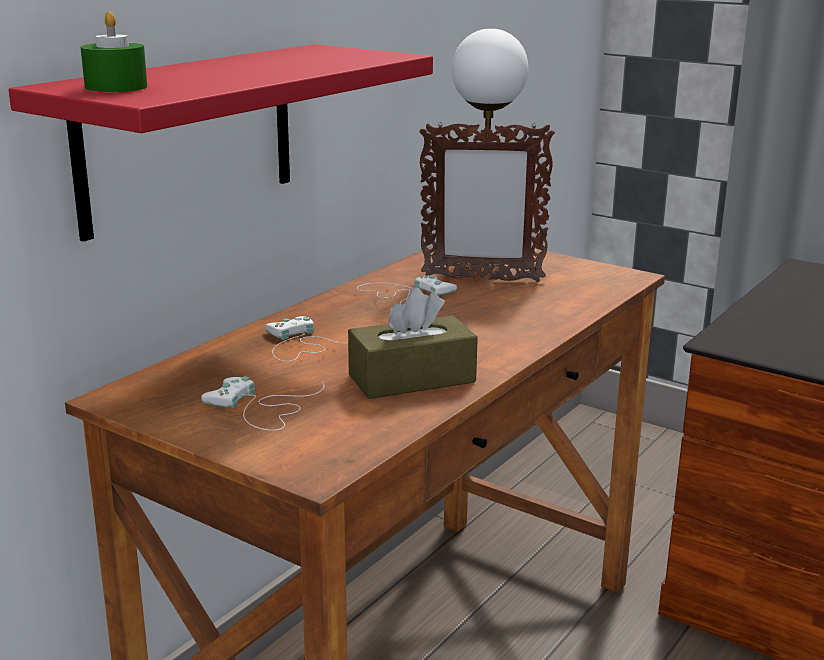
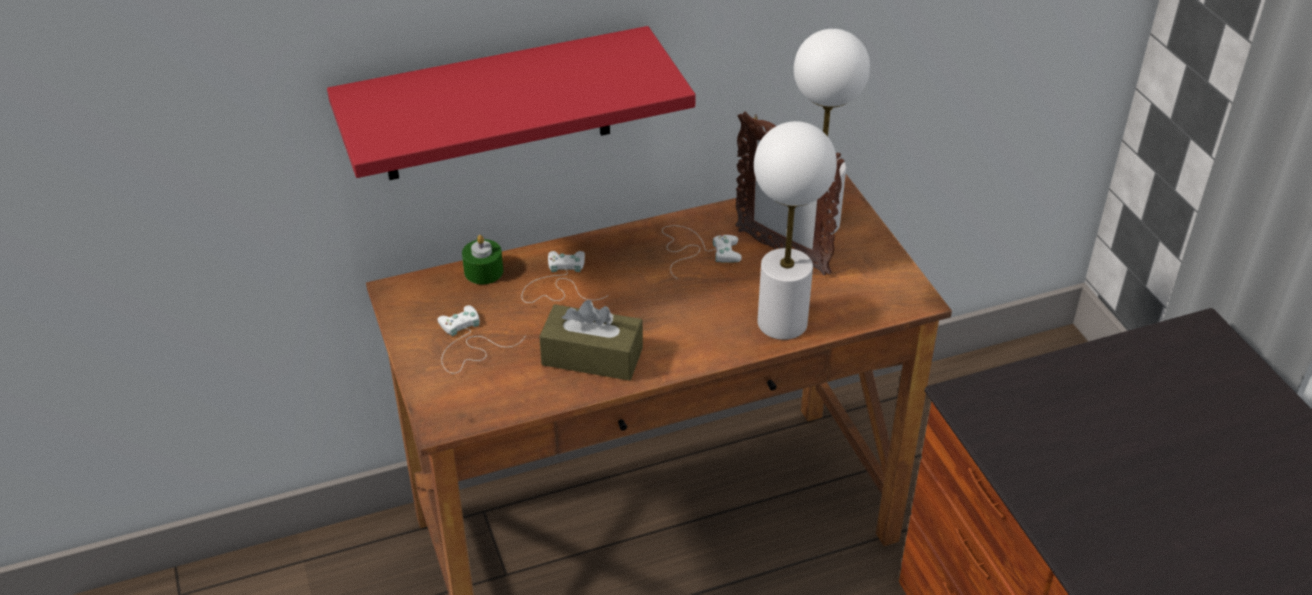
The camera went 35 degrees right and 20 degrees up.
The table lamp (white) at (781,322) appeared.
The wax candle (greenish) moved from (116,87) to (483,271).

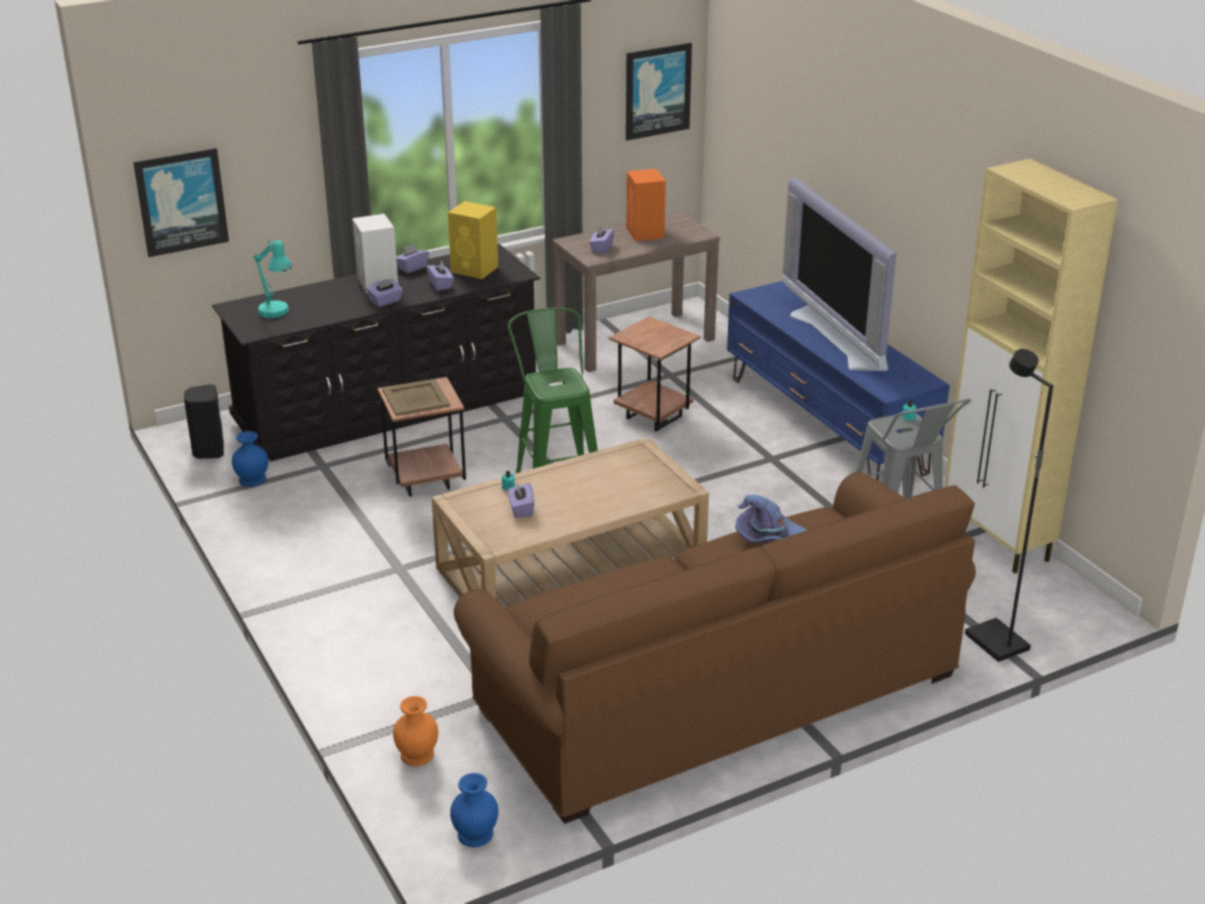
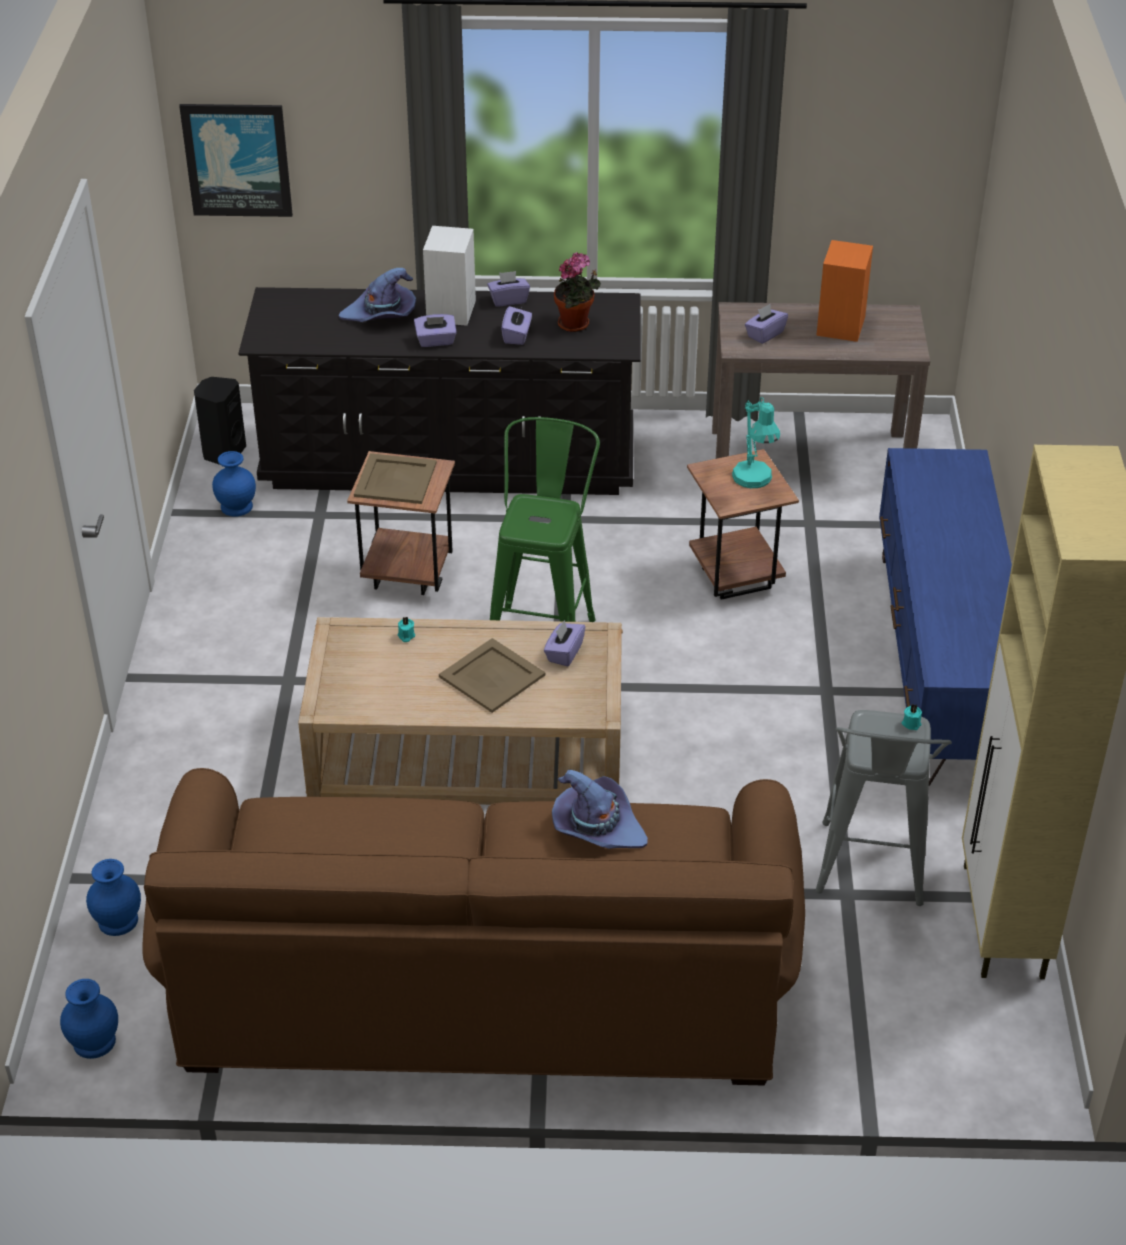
The camera went 30 degrees right and 10 degrees up.
The picture at (657,91) disappeared.
The television at (840,338) disappeared.
The standing lamp (blackish) at (995,642) disappeared.
The clothing hat (purplish) at (381,314) appeared.
The carrying tray (beige-coloured) at (493,676) appeared.
The table lamp (turquoise) moved from (277,313) to (754,482).
The tissue box (purplish) moved from (521,509) to (564,653).
The audio speaker (yellowish) at (475,269) was replaced by the potted plant at (576,325).
The vase (orangey) at (416,755) became the vase (bluish) at (117,921).

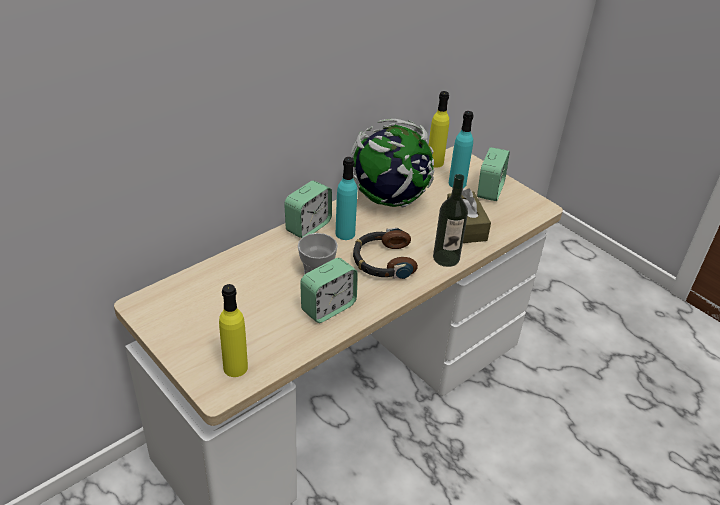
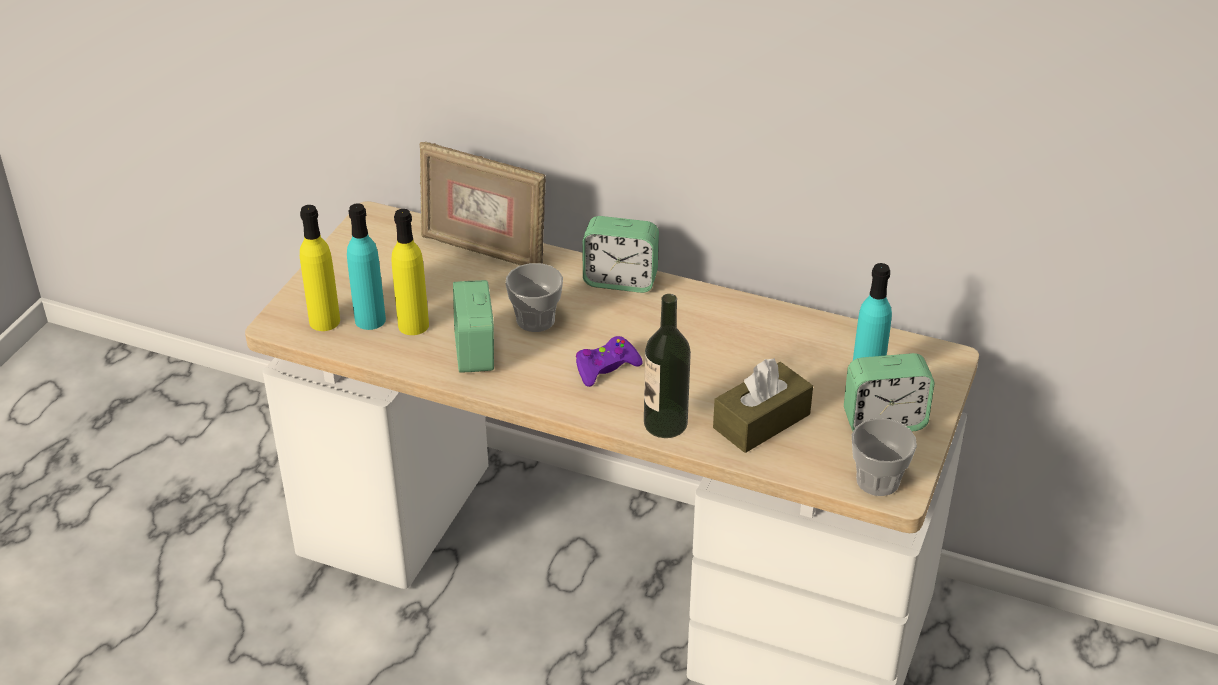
The camera went 65 degrees right and 0 degrees up.
The globe at (389,199) disappeared.
The picture frame at (483,250) appeared.
The drinking cup at (877,481) appeared.
The beverage bottle (turquoise) moved from (345,233) to (370,320).
The beverage bottle (yellowish) moved from (435,162) to (413,325).
The headphones at (383,261) was replaced by the gamepad (purplish) at (606,367).
The bedside clock at (328,308) turned 60 degrees clockwise.

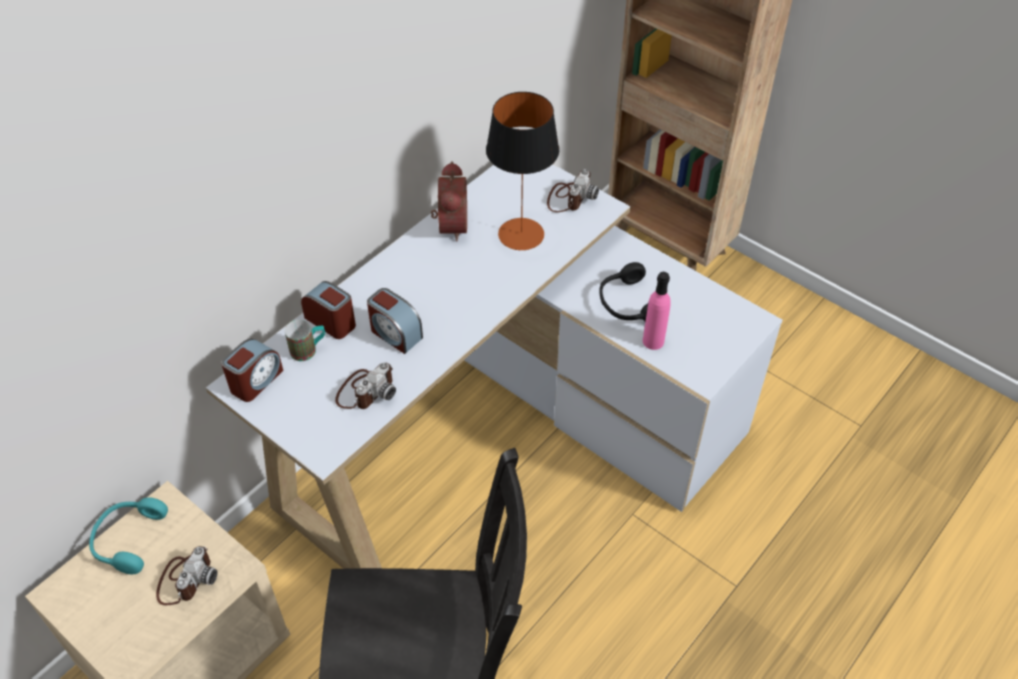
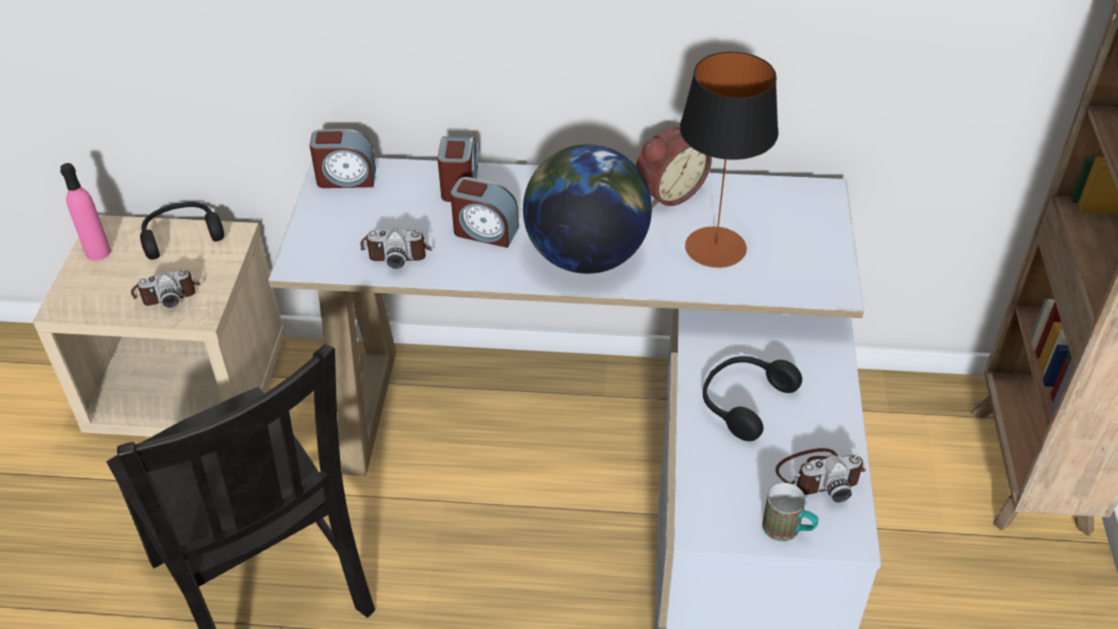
The camera went 55 degrees right and 5 degrees down.
The globe at (586,256) appeared.
The coffee mug moved from (309,350) to (788,531).
The photo camera moved from (569,197) to (819,475).
The beverage bottle (pink-coloured) moved from (653,341) to (98,252).
The headphones (turquoise) at (128,539) became the headphones (blackish) at (181,236).
The bedside clock at (395,334) turned 75 degrees counterclockwise.

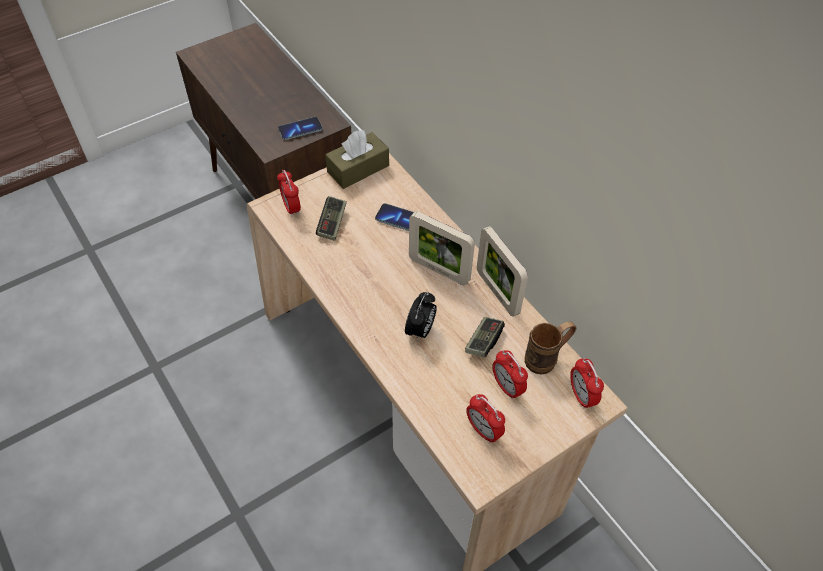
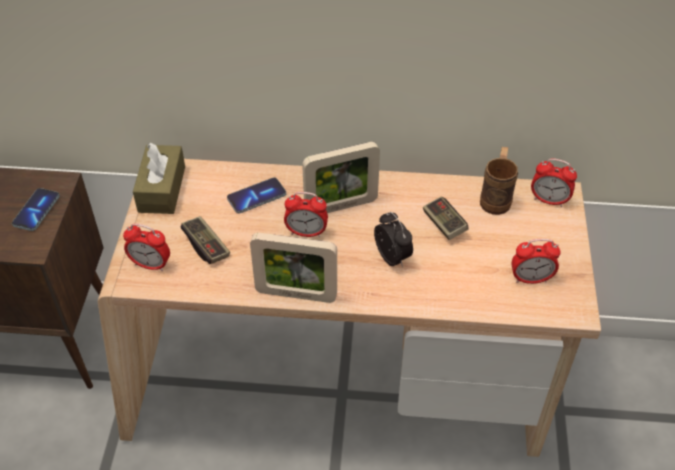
The camera went 50 degrees left and 5 degrees down.
The picture frame moved from (497,292) to (296,294).
The bedside clock moved from (507,387) to (306,232).

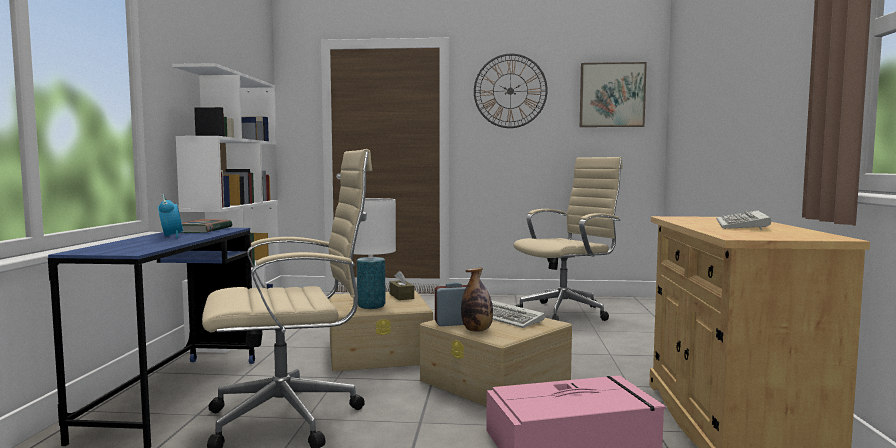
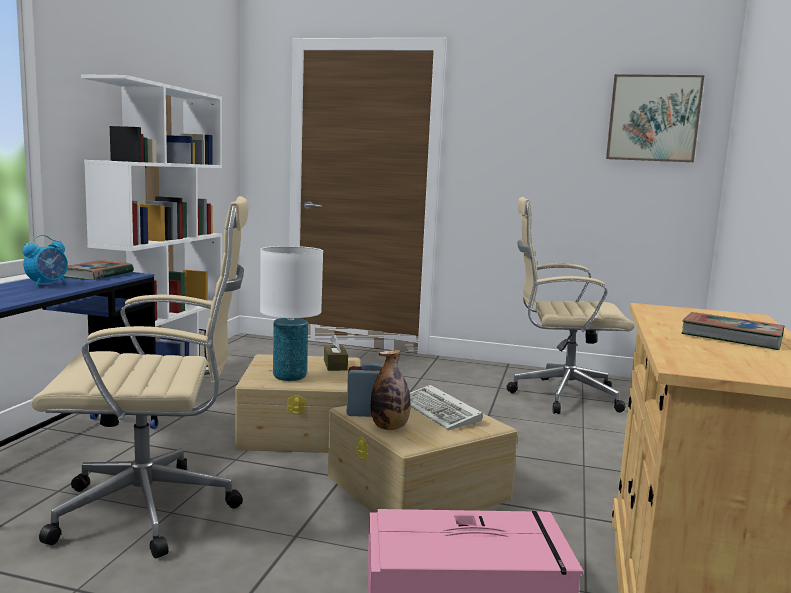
The camera went 10 degrees right and 5 degrees up.
The clock on the wall at (510,91) disappeared.
The keyboard at (743,225) was replaced by the volume at (731,337).
The bedside clock at (171,236) turned 45 degrees clockwise.
The computer chair (beige-coloured) at (566,312) turned 150 degrees counterclockwise.

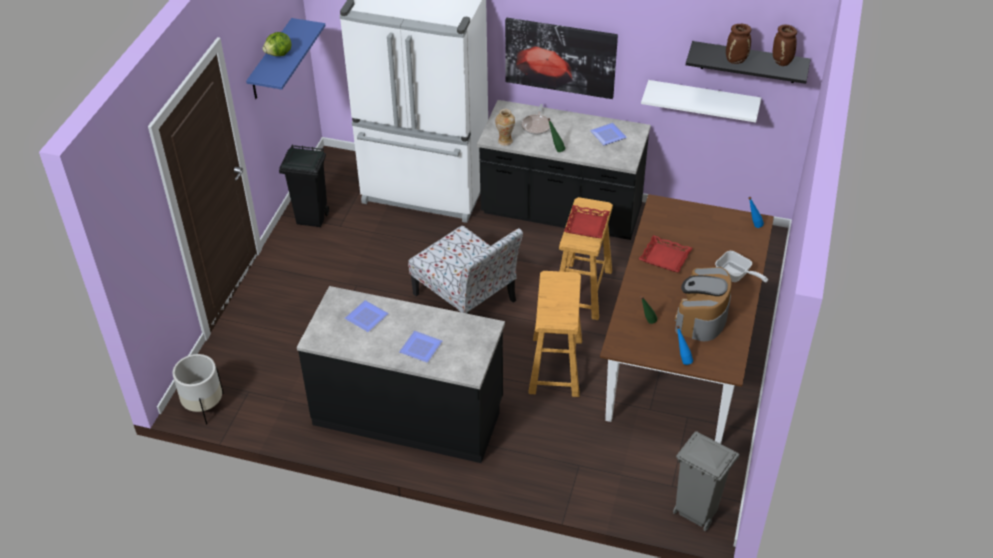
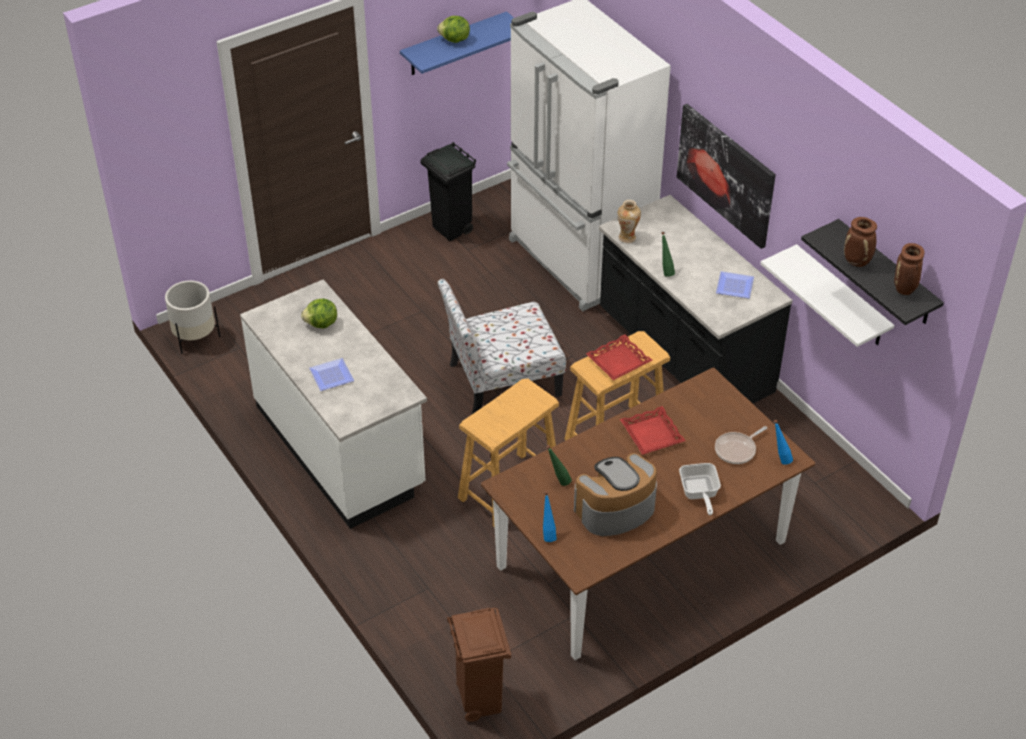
The camera went 40 degrees right and 0 degrees up.
The pan moved from (536,125) to (737,450).
The dinner plate at (368,317) was replaced by the lettuce head at (321,324).
The kitchen base unit (blackish) at (409,412) became the kitchen base unit (white) at (341,447).
The trash can (gray) at (695,513) became the trash can (brown-coloured) at (479,700).
The chair at (466,299) turned 75 degrees clockwise.

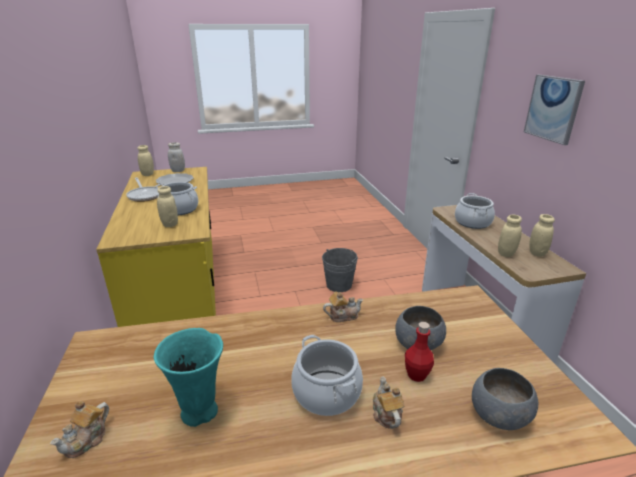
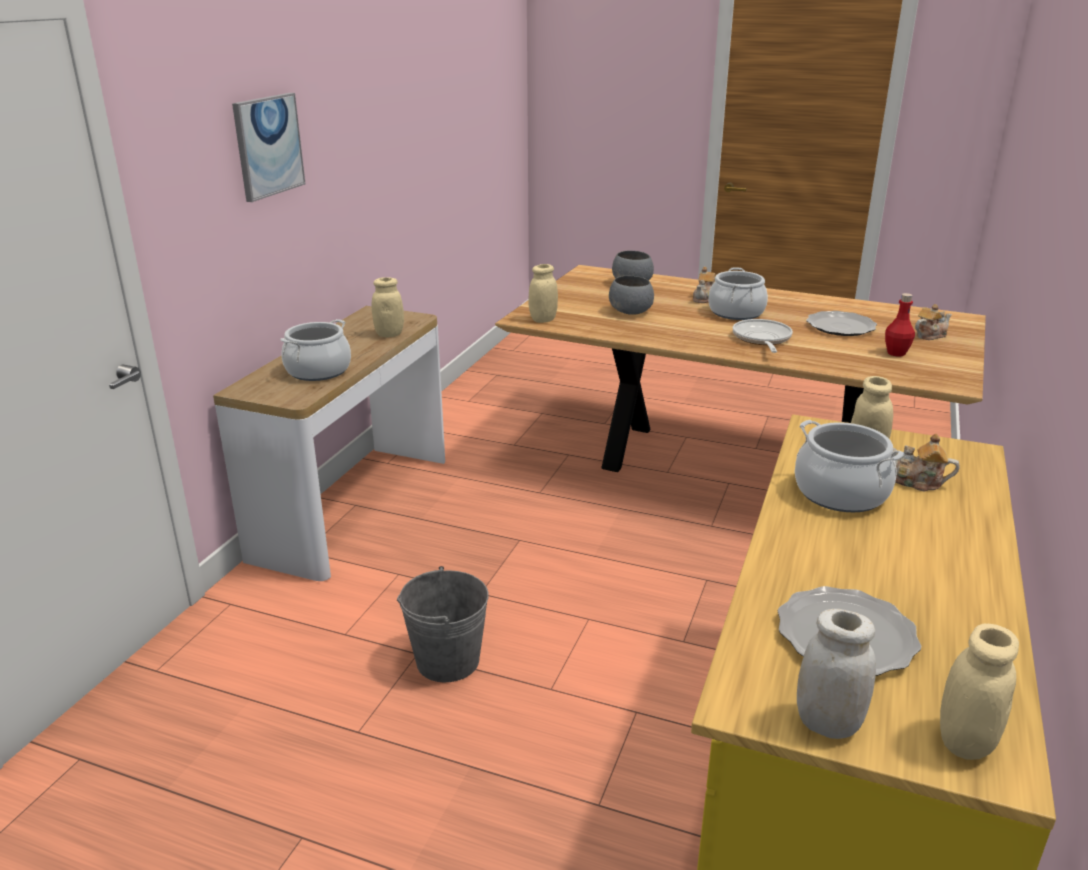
The camera went 145 degrees left and 0 degrees up.
The pan moved from (145,195) to (761,339).
The teapot moved from (342,315) to (917,482).
The beverage bottle (red-coloured) moved from (416,375) to (896,353).
The storage jar (beige-coloured) moved from (537,253) to (543,320).
The vase (turquoise) at (201,412) was replaced by the dinner plate at (840,326).

